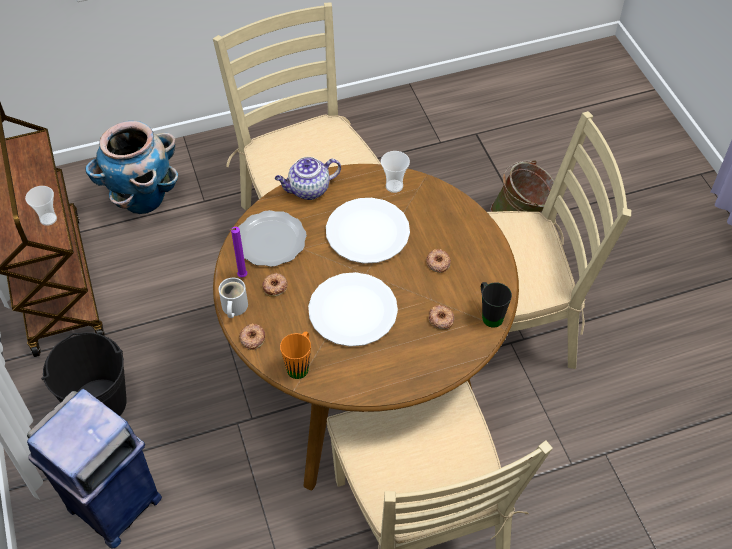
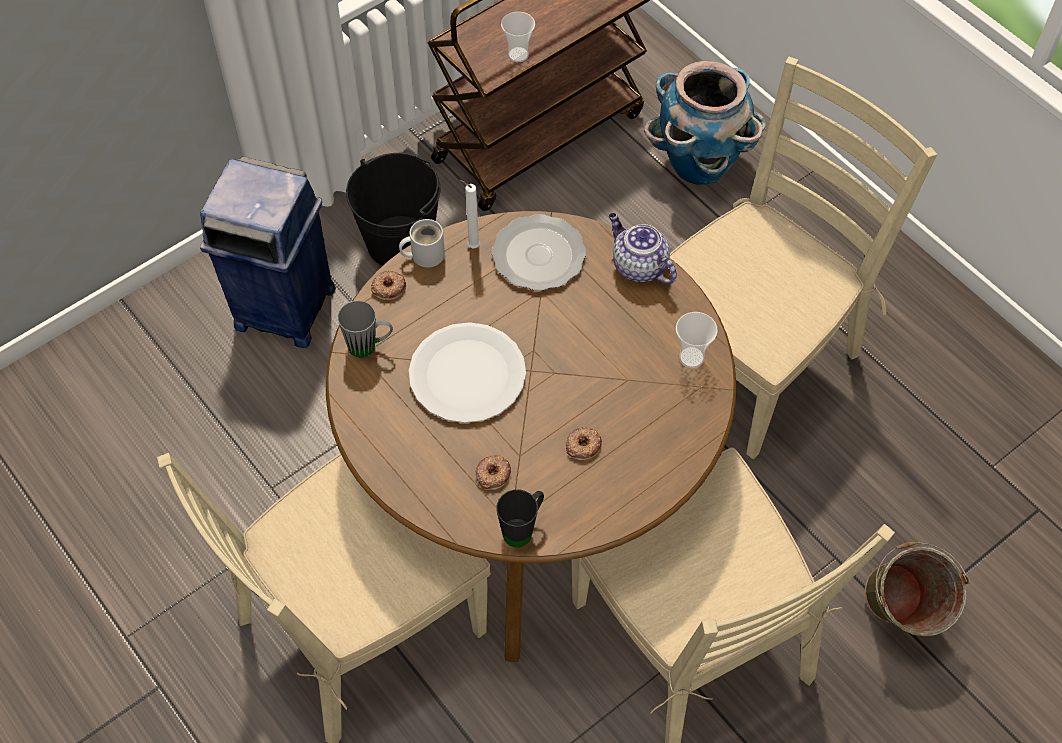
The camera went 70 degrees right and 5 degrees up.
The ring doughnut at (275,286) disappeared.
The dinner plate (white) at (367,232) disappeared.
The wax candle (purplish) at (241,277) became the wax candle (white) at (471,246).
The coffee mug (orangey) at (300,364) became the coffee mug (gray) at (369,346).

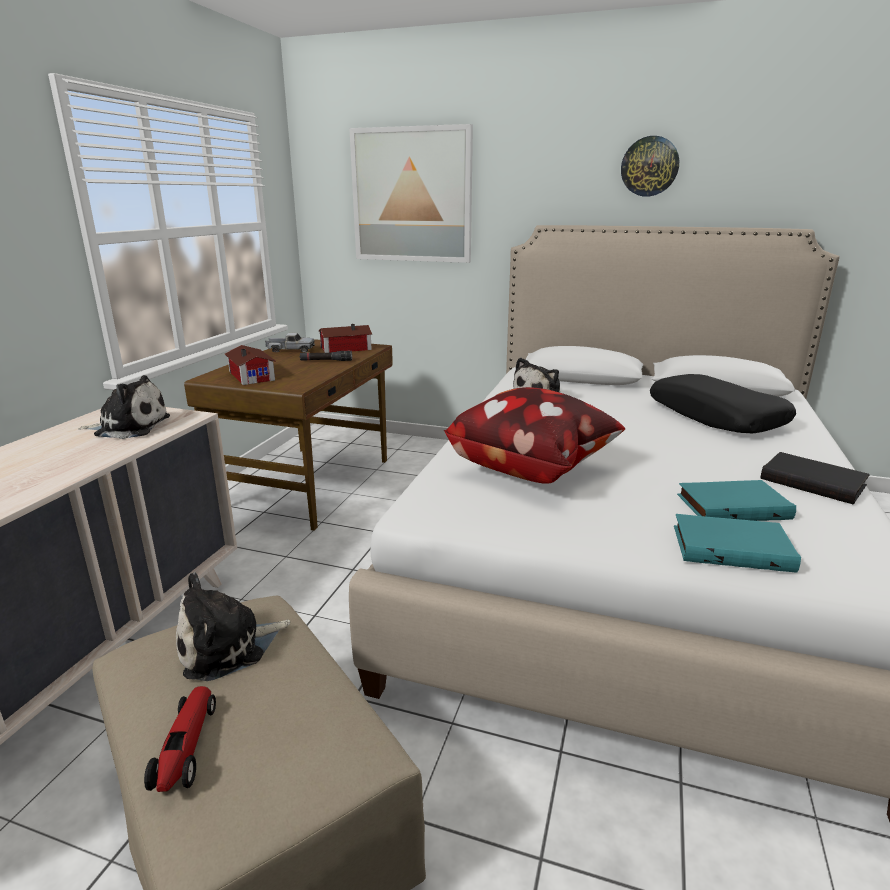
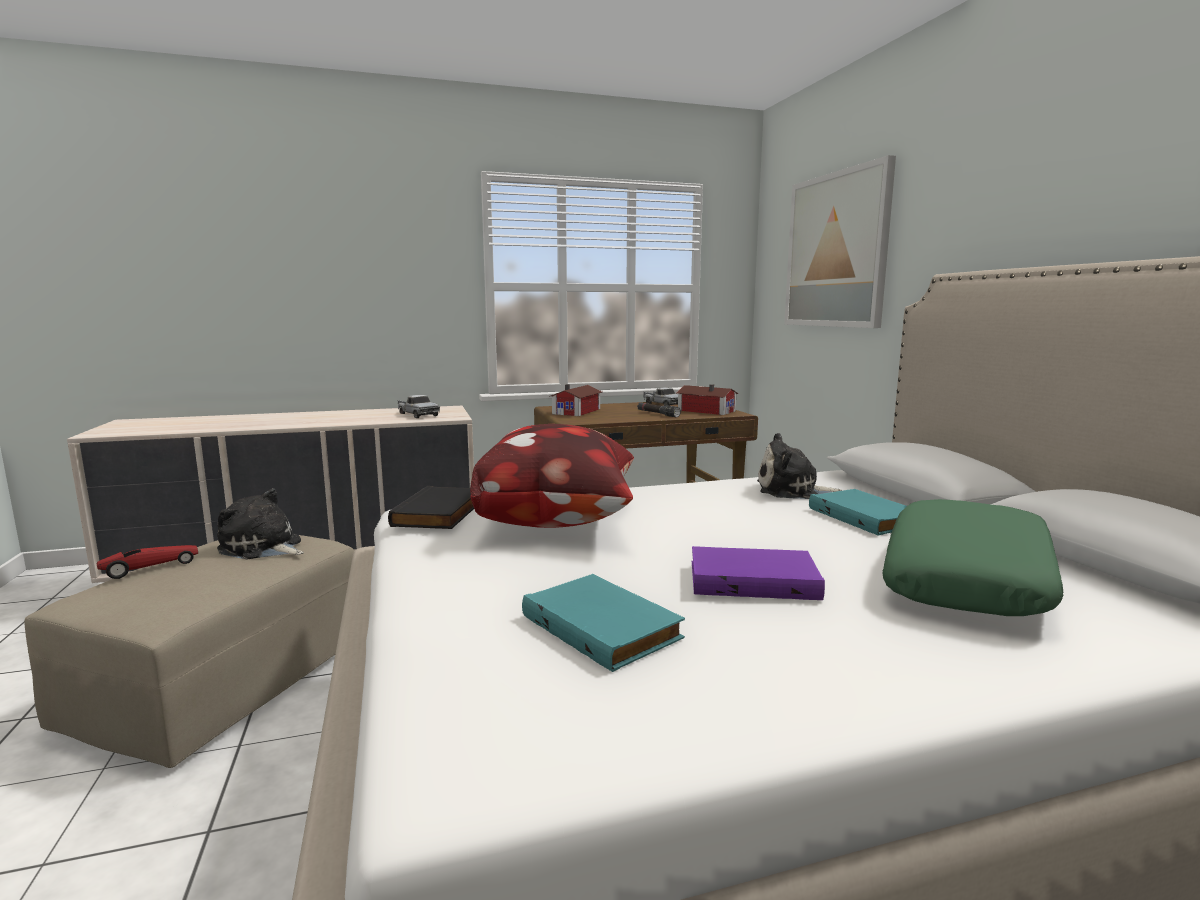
The camera went 55 degrees right and 10 degrees down.
The clock on the wall at (649,166) disappeared.
The volume (purplish) at (753,579) appeared.
The volume (turquoise) moved from (731,547) to (866,517).
The volume (blackish) moved from (813,482) to (440,513).
The plush toy at (129,427) was replaced by the model truck at (417,414).
The throw pillow (blackish) at (716,416) became the throw pillow (greenish) at (968,579).

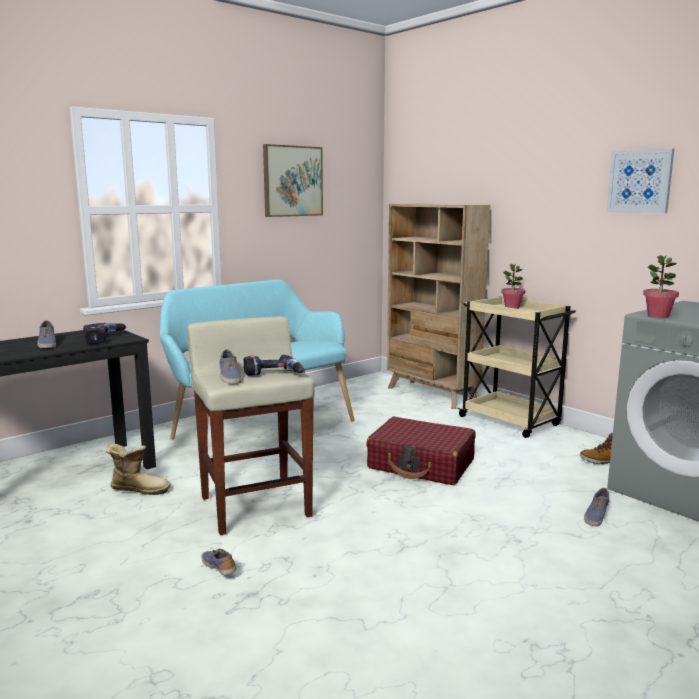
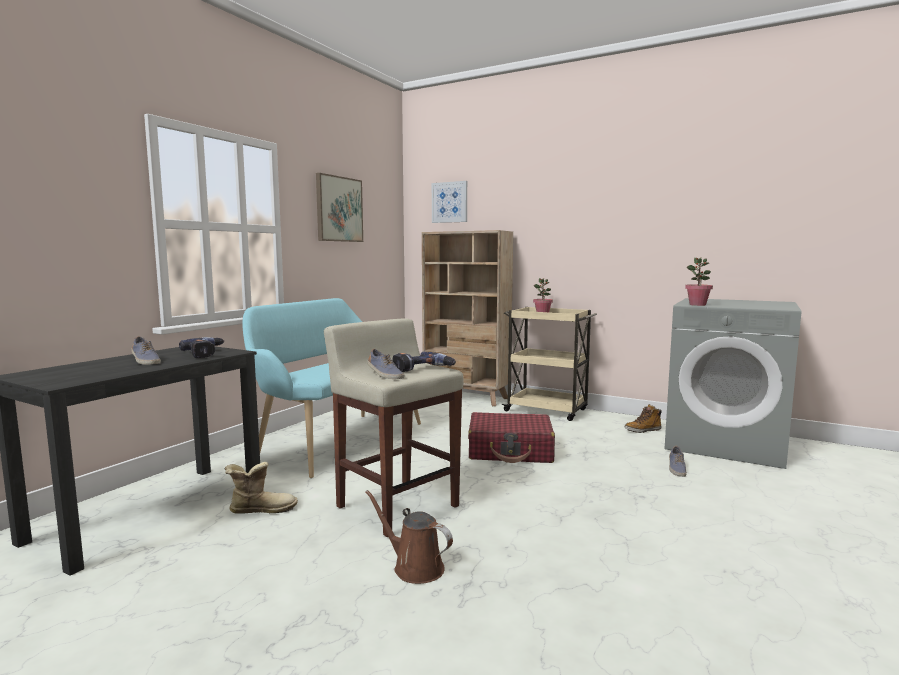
The camera went 20 degrees left and 5 degrees down.
The picture moved from (640,181) to (449,202).
The item of footwear at (219,568) was replaced by the sprinkling can (brown-coloured) at (414,567).

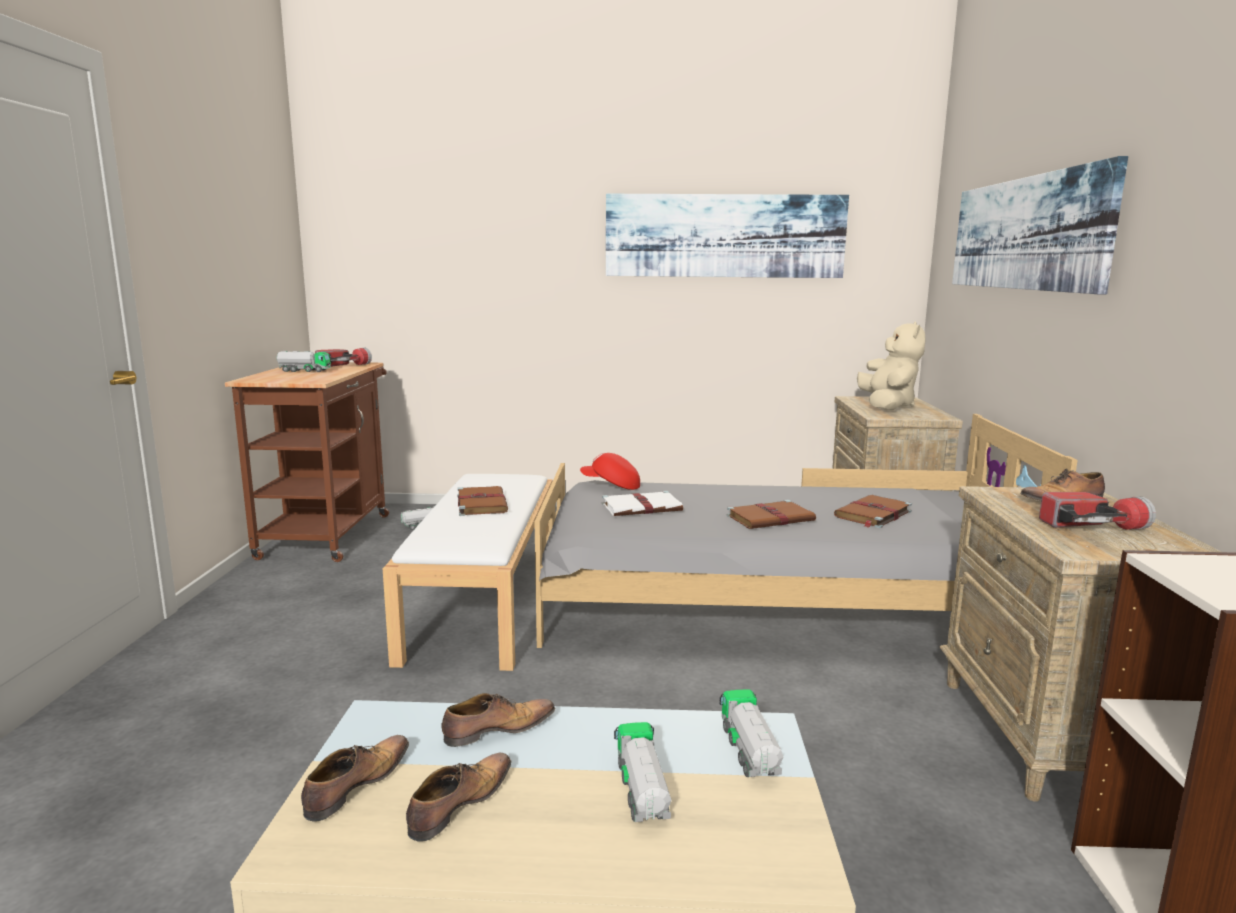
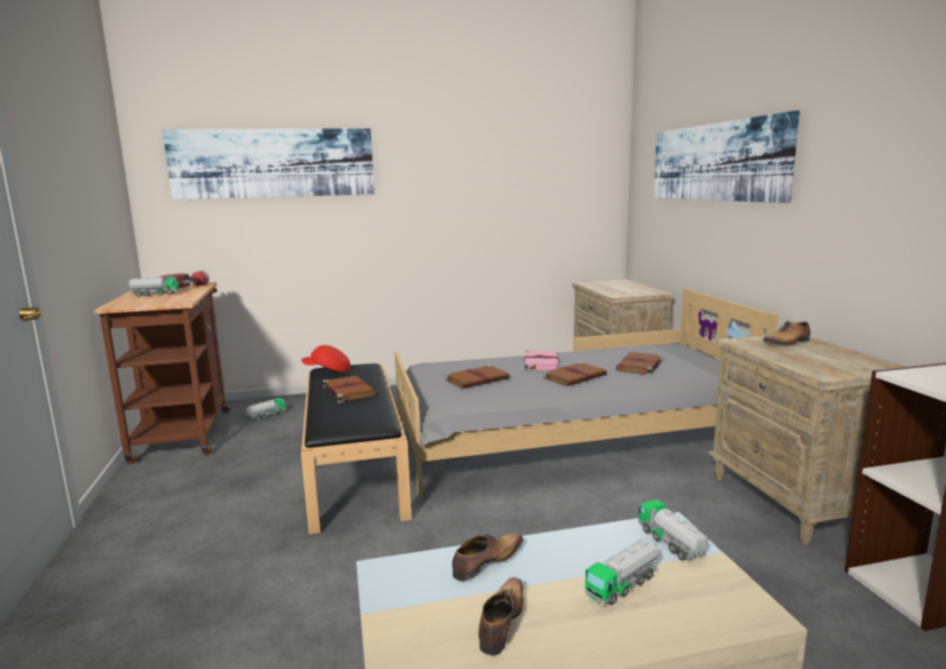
The camera went 15 degrees left and 0 degrees up.
The item of footwear at (355,786) disappeared.
The plush toy (beige-coloured) at (887,406) disappeared.
The flashlight at (1093,527) disappeared.
The volume (pink-coloured) at (541,362) appeared.
The peaked cap (red-coloured) moved from (611,486) to (327,371).
The picture moved from (724,236) to (273,163).
The long seat (white) at (485,600) became the long seat (blackish) at (355,468).
The volume (white) at (643,507) became the volume (brown-coloured) at (478,379).
The model truck at (642,792) turned 105 degrees counterclockwise.

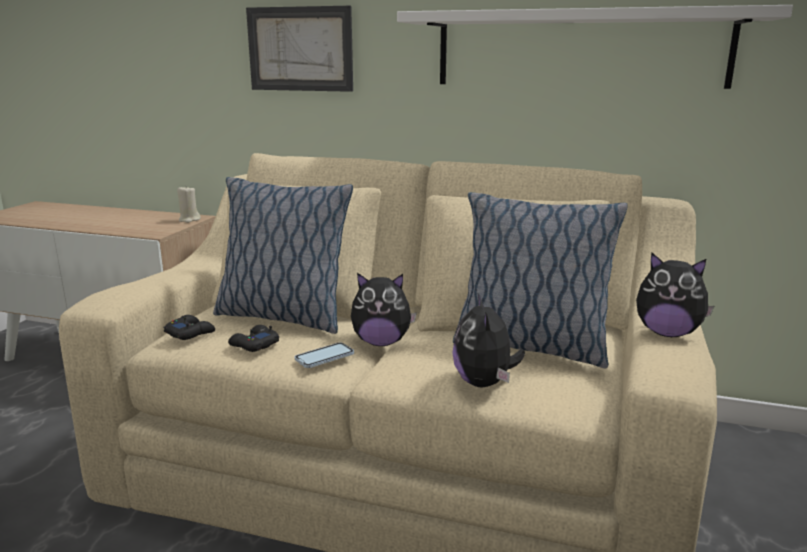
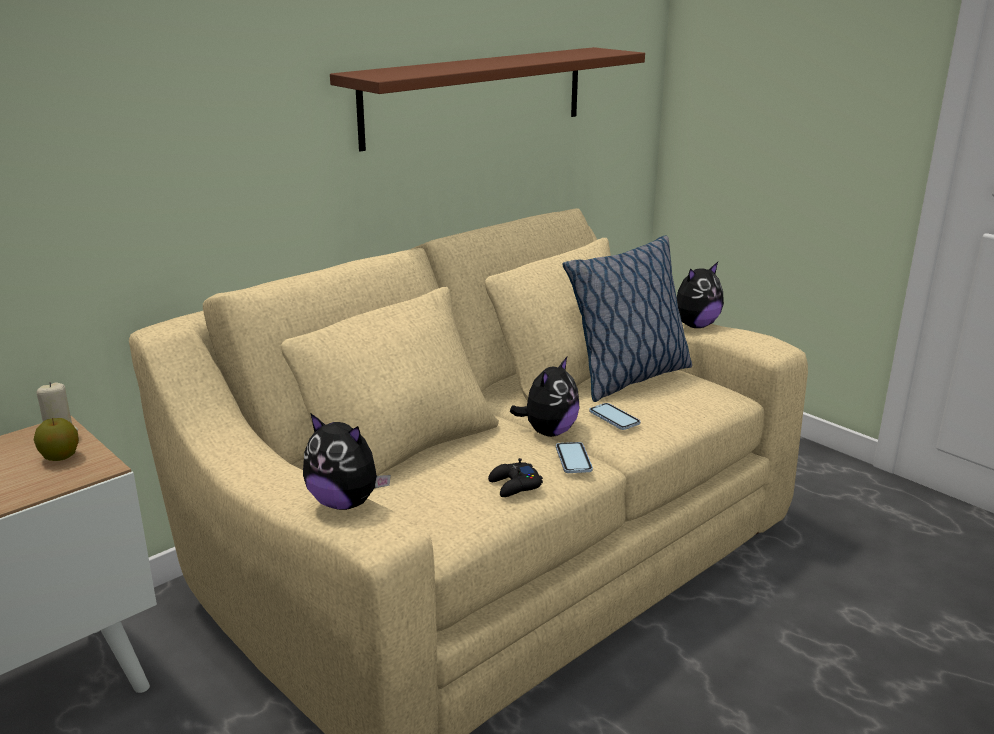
The camera went 60 degrees left and 5 degrees up.
The gamepad (blackish) at (190,333) disappeared.
The throw pillow at (282,317) disappeared.
The picture at (300,49) disappeared.
The apple at (60,457) appeared.
The phone at (614,418) appeared.
The plush toy moved from (484,383) to (345,502).
The shelf (white) at (579,49) became the shelf (brown-coloured) at (476,95).

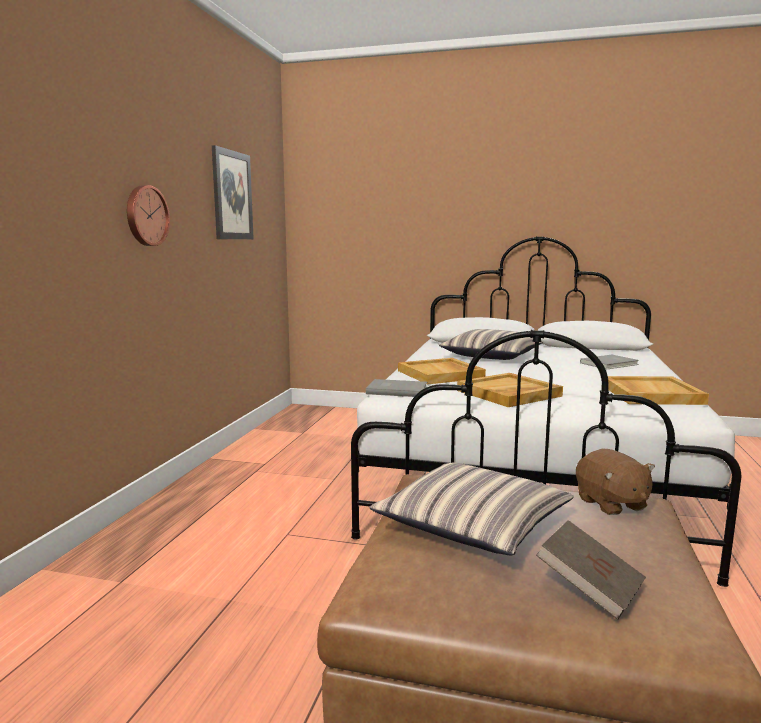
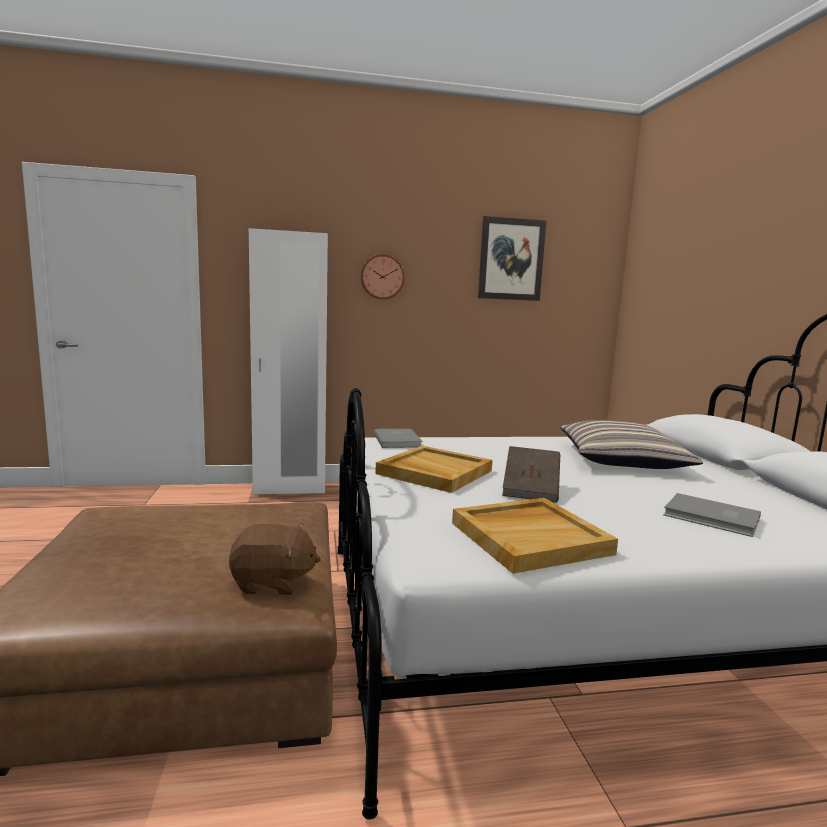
The camera went 65 degrees right and 0 degrees up.
The throw pillow at (473,524) disappeared.
The carrying tray (beige-coloured) at (441,374) disappeared.
The clothes cupboard (white) at (289,489) appeared.
The volume (brown-coloured) moved from (589,588) to (530,490).
The plush toy (brown-coloured) at (611,504) turned 135 degrees counterclockwise.

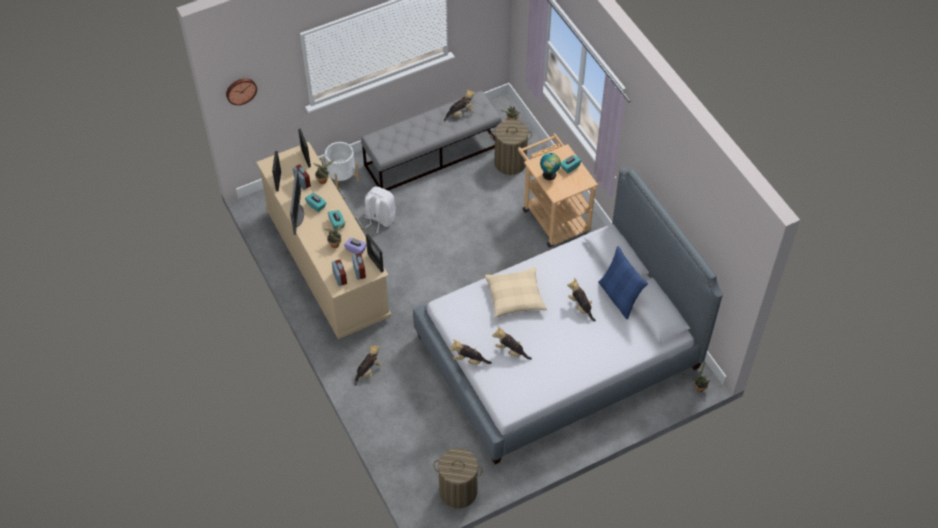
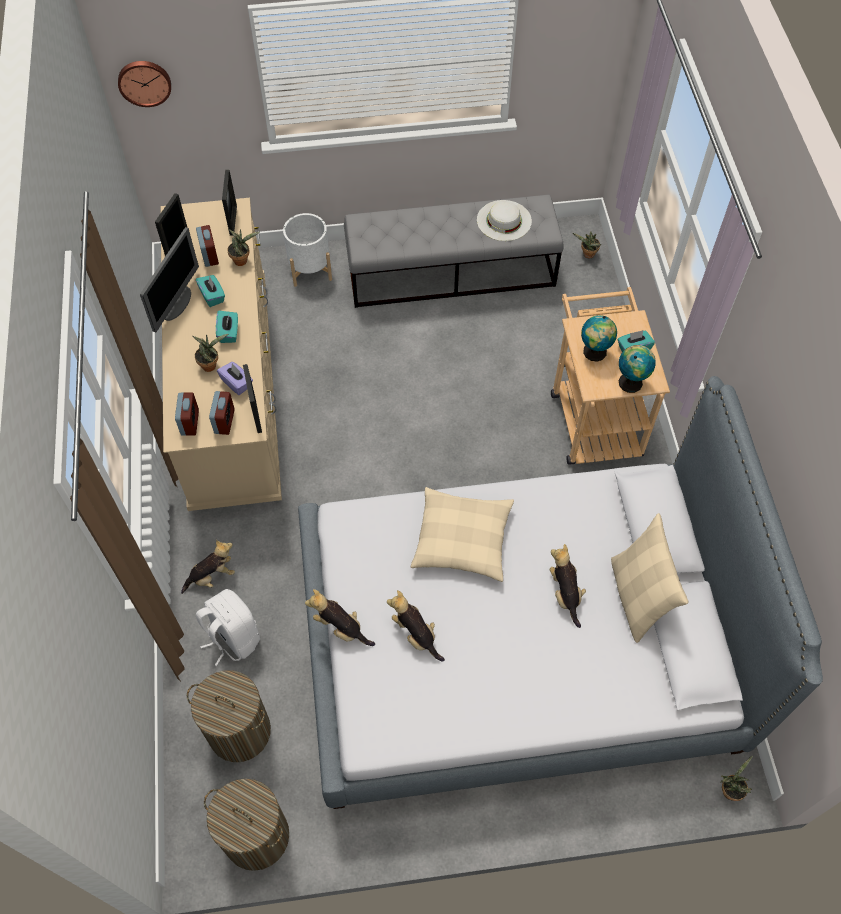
The camera went 20 degrees right and 5 degrees up.
The globe at (631,381) appeared.
The backpack (white) moved from (379,219) to (232,637).
The washing basket moved from (510,163) to (239,731).
The plush toy at (460,114) was replaced by the clothing hat (white) at (504,220).
The throw pillow (bluish) at (619,297) became the throw pillow (beige-coloured) at (637,597).

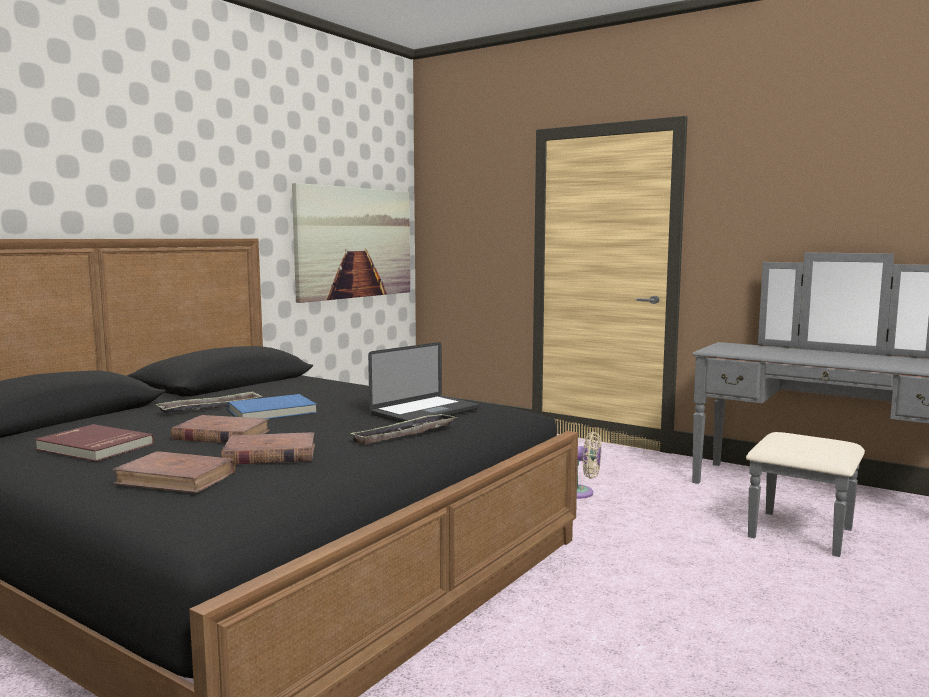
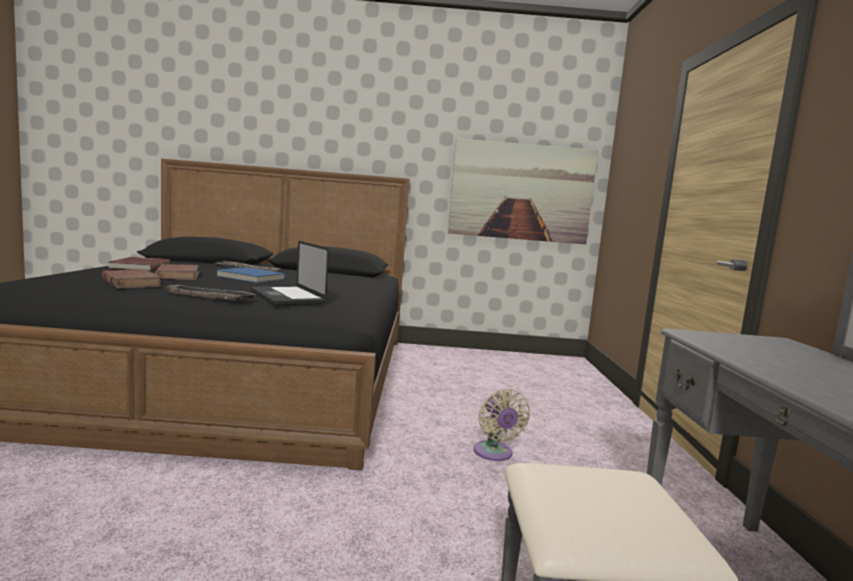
The camera went 55 degrees right and 0 degrees up.
The volume (brown-coloured) at (176,478) disappeared.
The portable computer at (425,412) turned 45 degrees clockwise.

